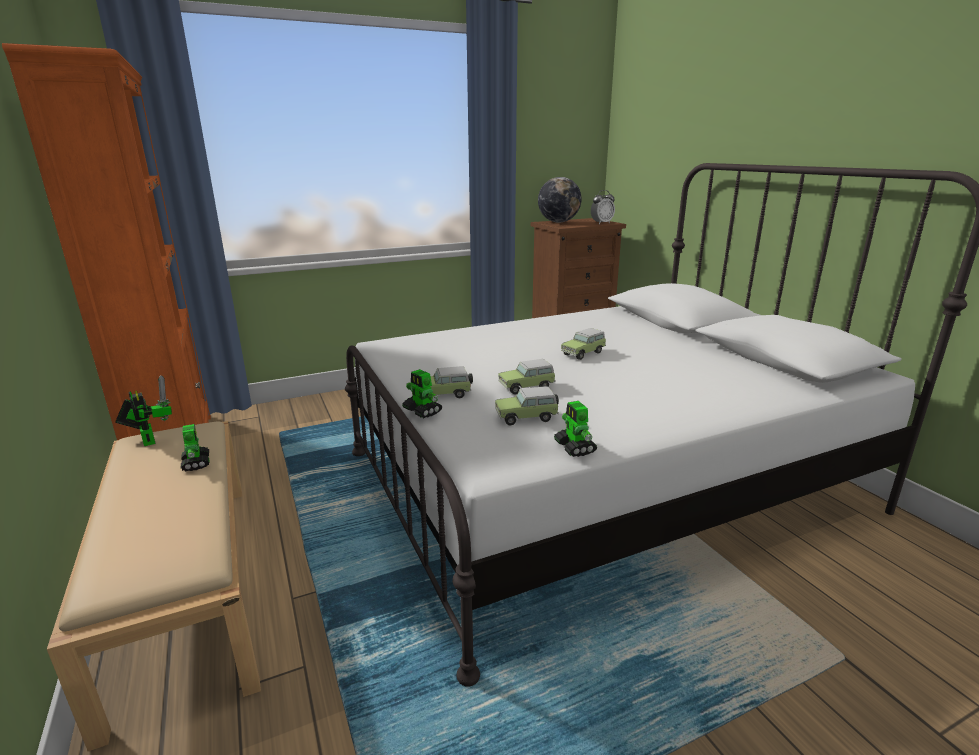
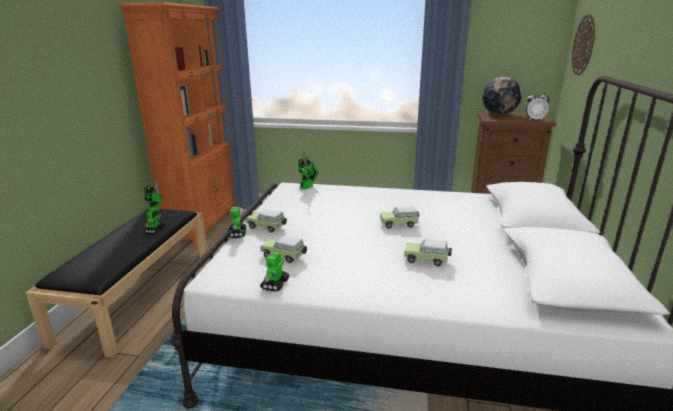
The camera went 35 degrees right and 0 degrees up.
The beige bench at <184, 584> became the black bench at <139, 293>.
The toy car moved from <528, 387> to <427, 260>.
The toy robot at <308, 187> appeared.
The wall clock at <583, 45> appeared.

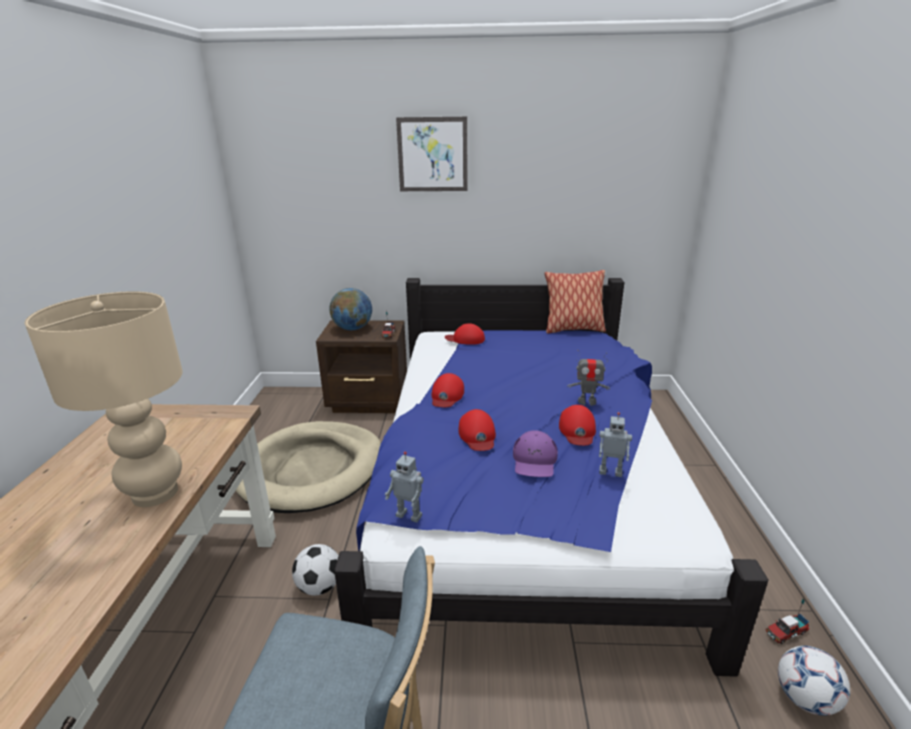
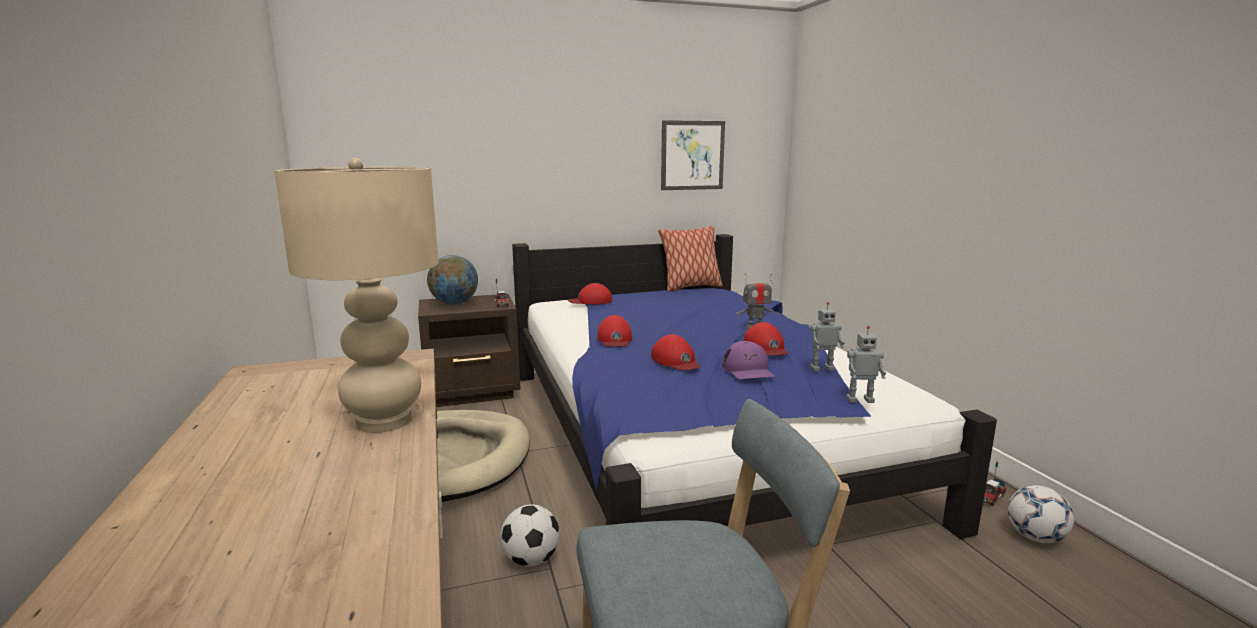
The camera went 20 degrees left and 10 degrees down.
The toy robot moved from <409, 515> to <859, 400>.
The picture moved from <432, 154> to <692, 155>.

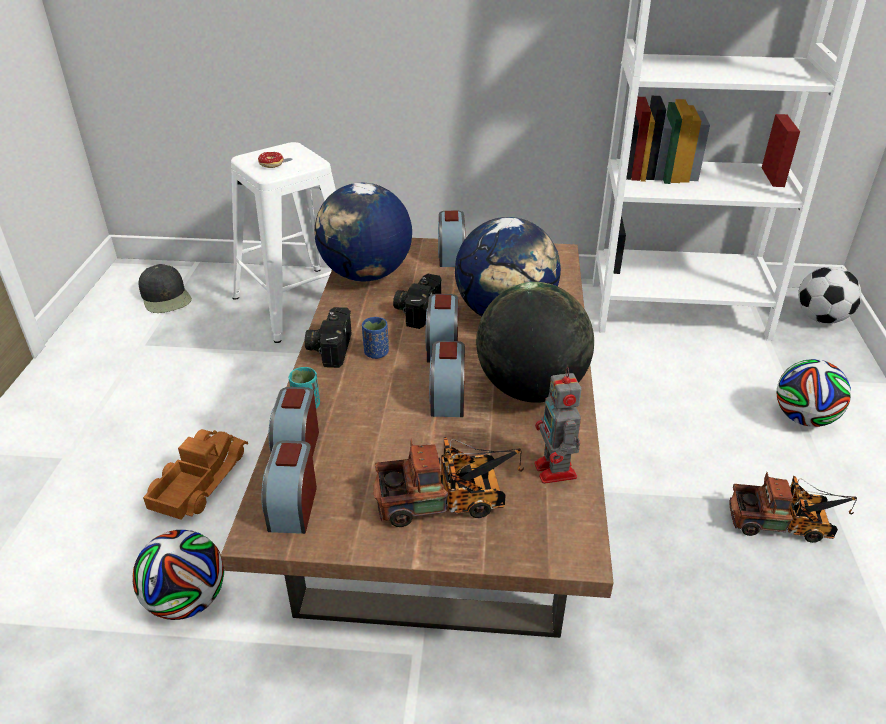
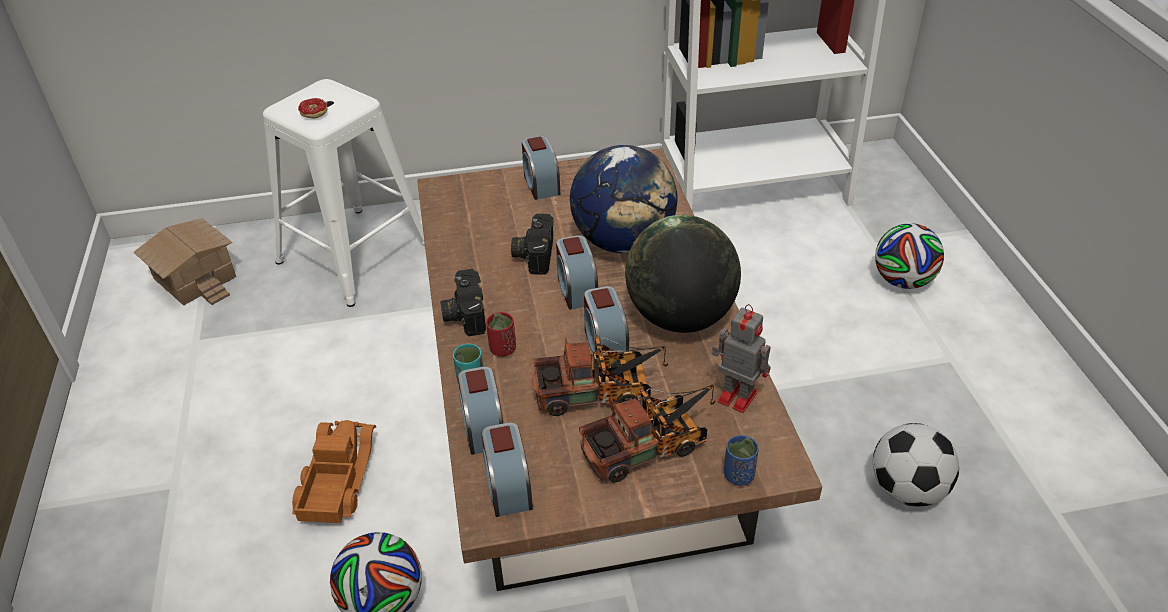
The camera went 15 degrees left and 5 degrees up.
The black cap at <166, 297> was replaced by the toy house at <196, 277>.
The globe at <366, 274> disappeared.
The blue cup moved from <376, 353> to <738, 475>.
The toy robot at <556, 472> turned 150 degrees clockwise.
The toy truck moved from <785, 524> to <600, 393>.
The football moved from <821, 318> to <907, 489>.
The red cup at <502, 349> appeared.

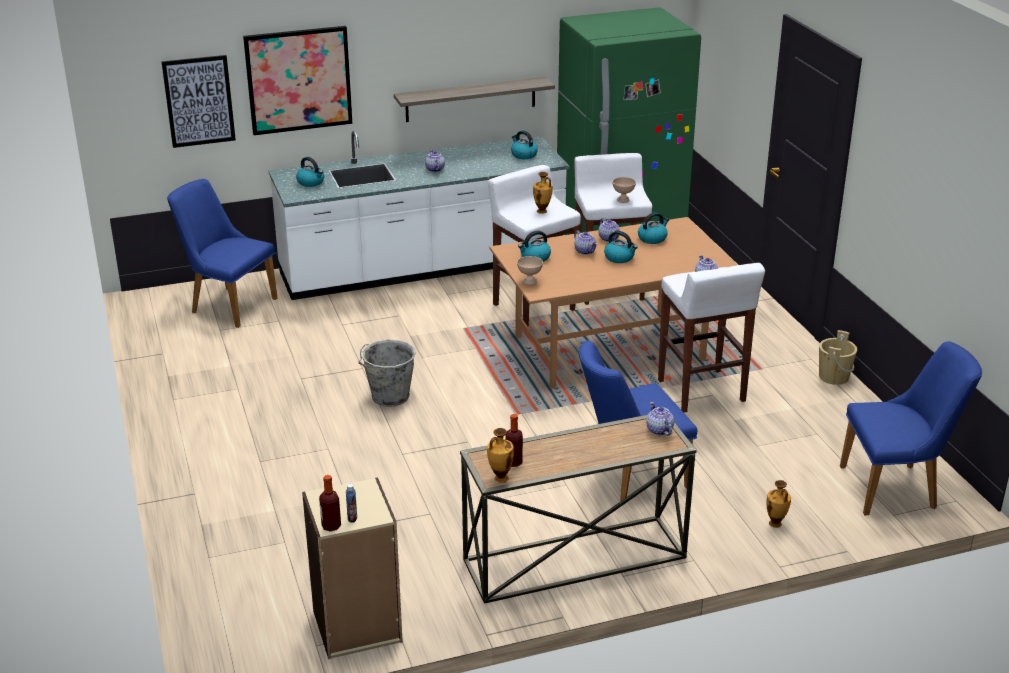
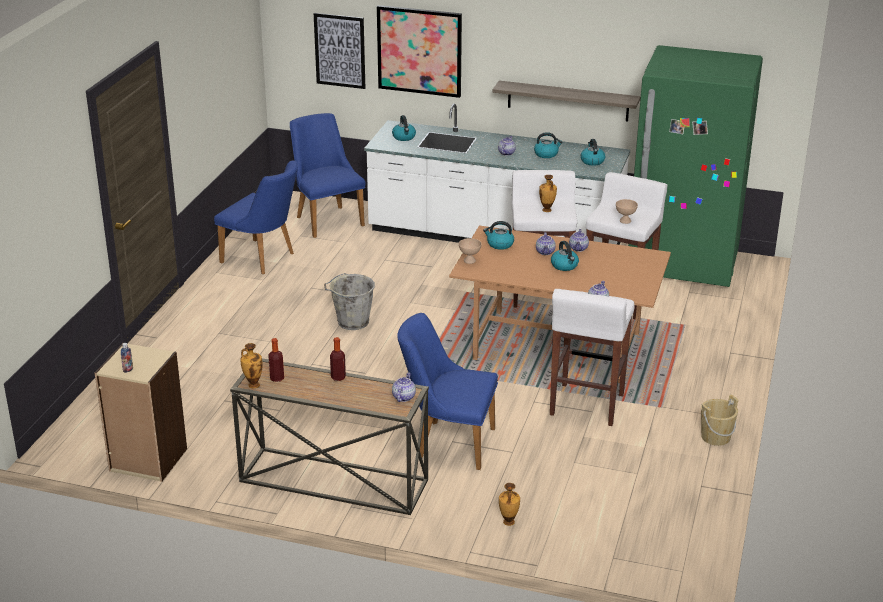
The camera went 35 degrees right and 0 degrees up.
The bottle moved from <331, 526> to <338, 377>.
The kettle moved from <652, 238> to <546, 154>.
The blue chair moved from <898, 488> to <263, 259>.

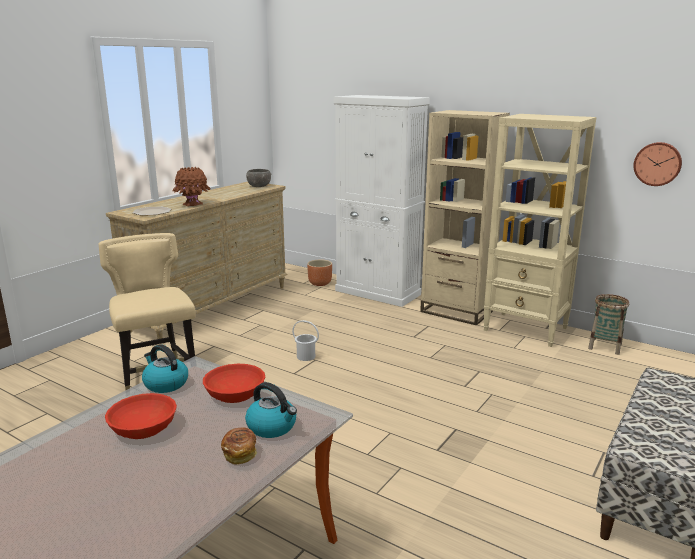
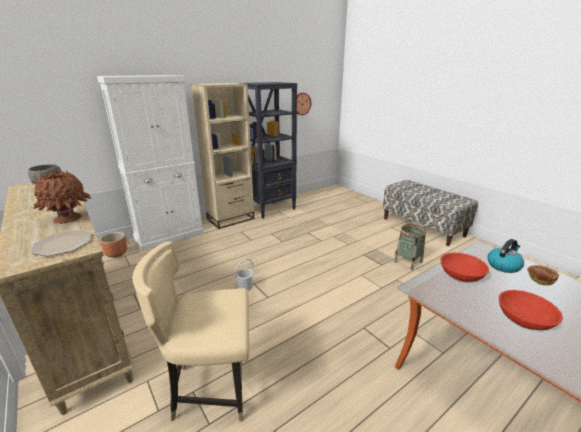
The camera went 70 degrees left and 5 degrees up.
The kettle at <165, 384> disappeared.
The beige bookcase at <526, 329> became the black bookcase at <271, 208>.
The basket moved from <605, 346> to <407, 262>.

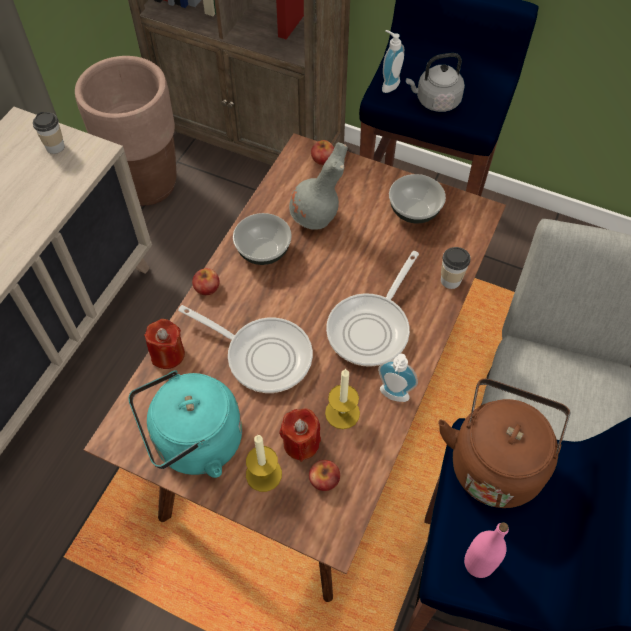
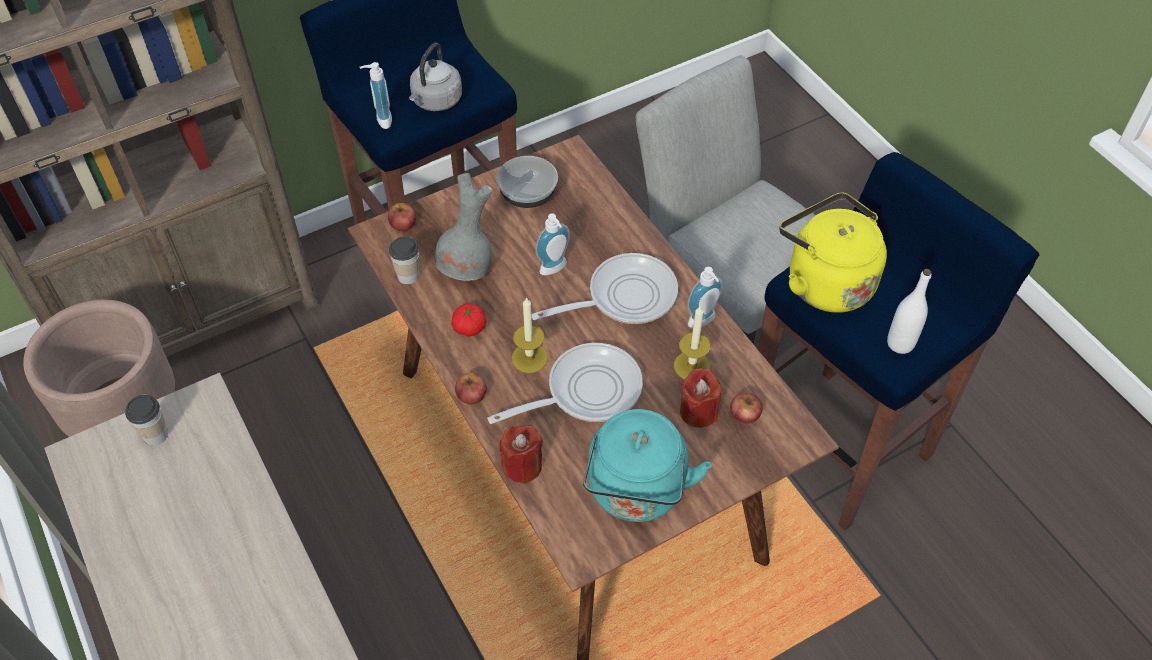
The camera went 55 degrees left and 5 degrees down.
The bowl at <264, 250> was replaced by the tomato at <469, 327>.
The candle moved from <263, 474> to <529, 358>.
The frying pan at <372, 328> turned 90 degrees counterclockwise.
The brown kettle at <496, 461> became the yellow kettle at <825, 281>.
The cup moved from <450, 280> to <408, 275>.
The pink bottle at <478, 563> became the white bottle at <900, 343>.
The soap dispenser at <555, 270> appeared.

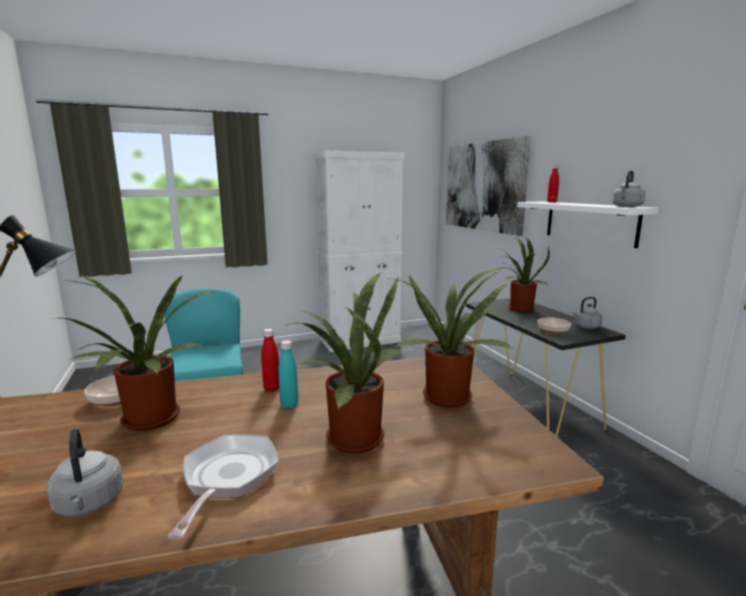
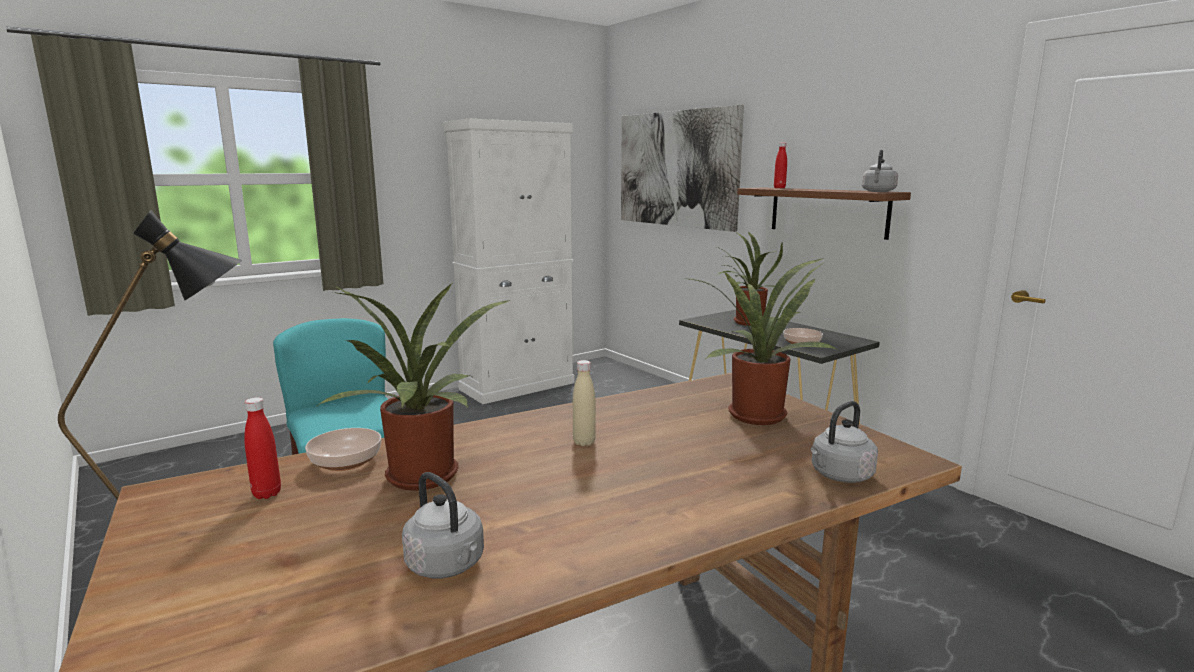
The camera went 15 degrees left and 0 degrees up.
The frying pan at <228, 478> disappeared.
The red bottle moved from <272, 388> to <267, 494>.
The turquoise bottle at <289, 405> became the beige bottle at <584, 442>.
The potted plant at <350, 436> disappeared.
The white shelf at <590, 222> became the brown shelf at <827, 211>.
The grey kettle moved from <585, 327> to <839, 476>.

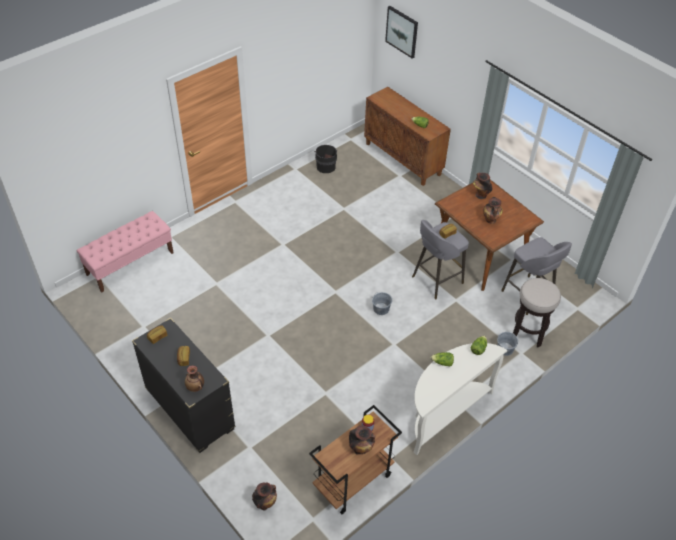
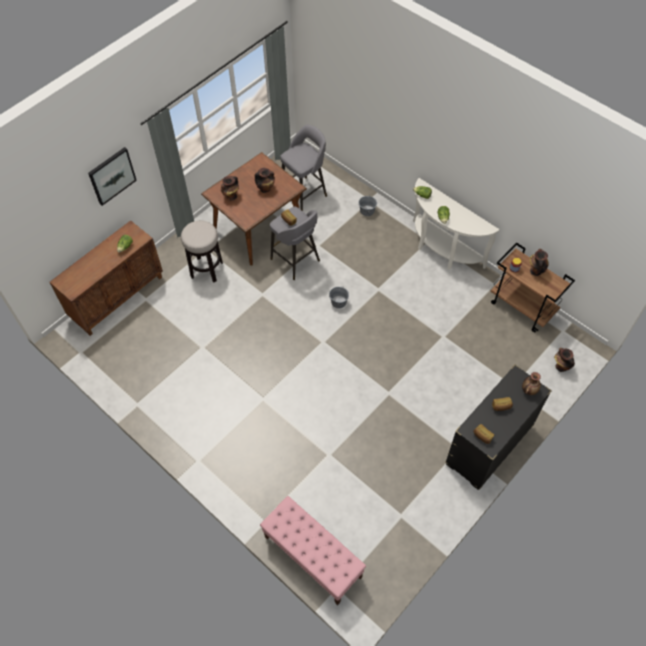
The camera went 95 degrees left and 10 degrees up.
The black bucket at <326, 166> disappeared.
The picture moved from <402, 31> to <112, 175>.
The stool moved from <528, 332> to <206, 270>.

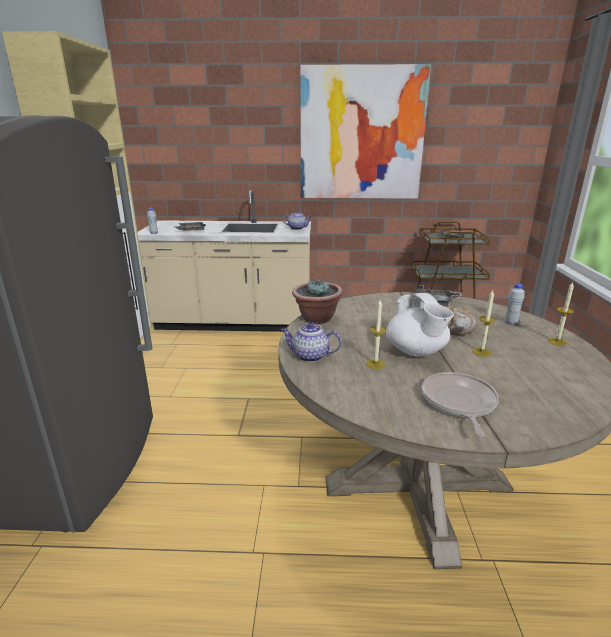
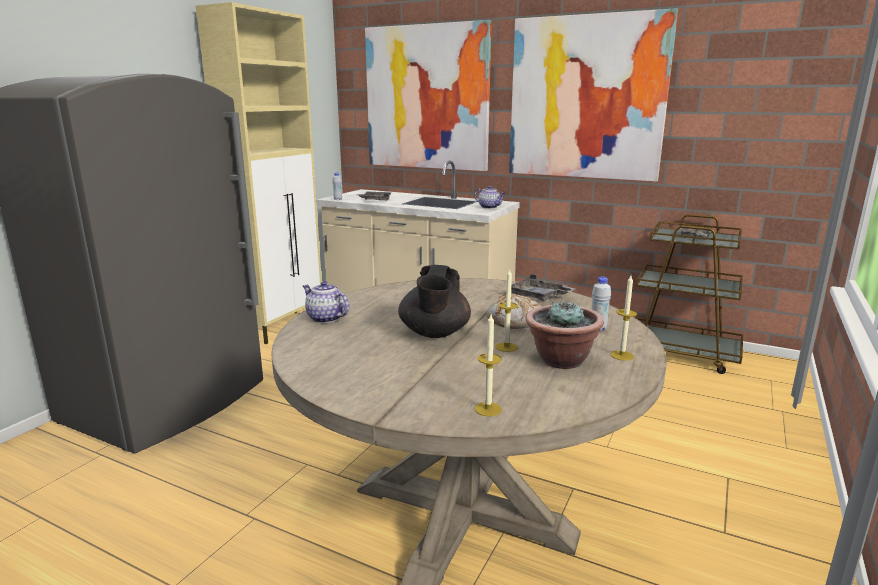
The camera went 25 degrees right and 5 degrees down.
The potted plant moved from <316, 319> to <560, 360>.
The candle moved from <375, 364> to <488, 409>.
The white teapot at <416, 352> became the black teapot at <434, 334>.
The frying pan at <458, 403> disappeared.
The picture at <427, 98> appeared.

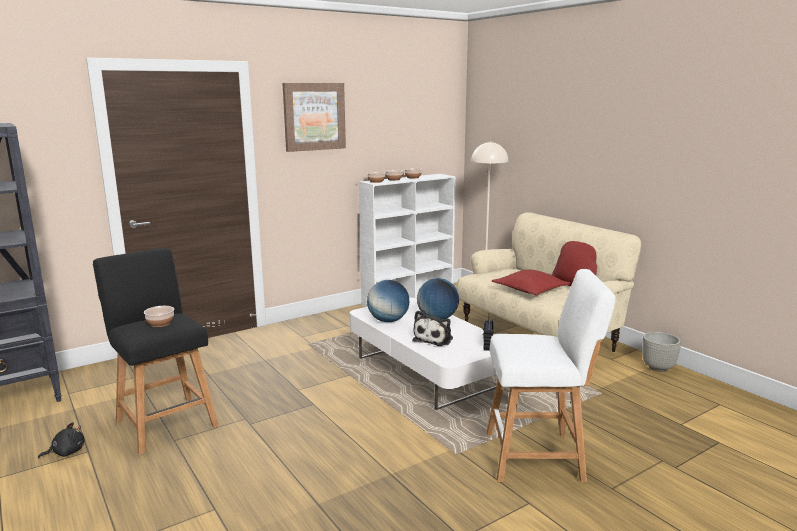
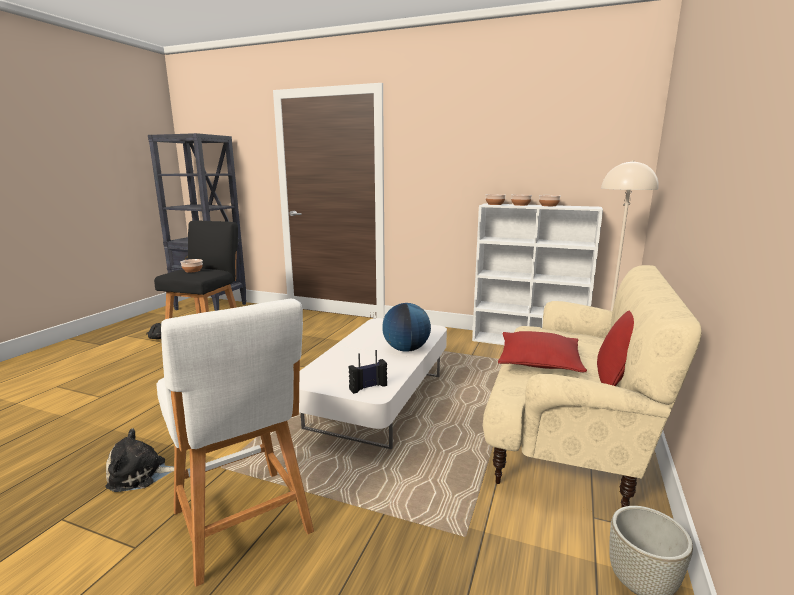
The camera went 55 degrees right and 0 degrees up.
The picture at <314, 116> disappeared.
The globe at <388, 320> disappeared.
The plush toy moved from <434, 339> to <141, 474>.

